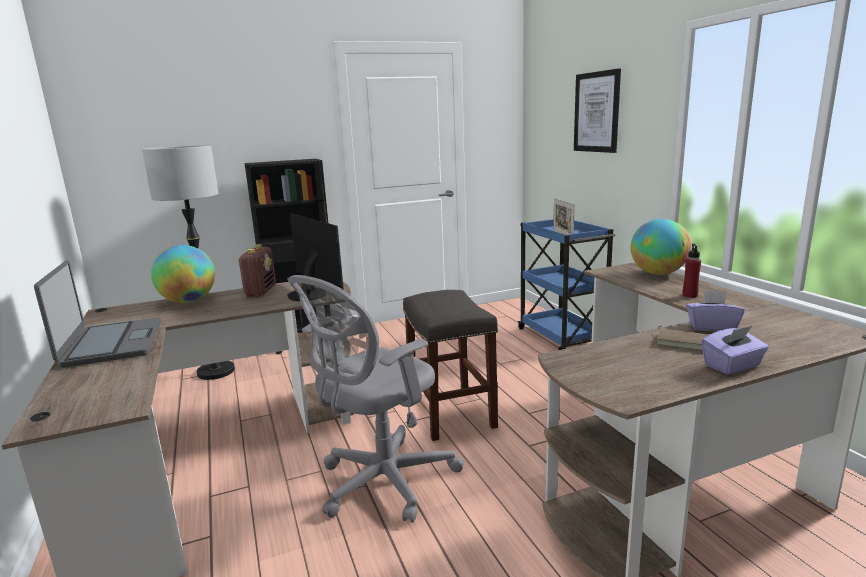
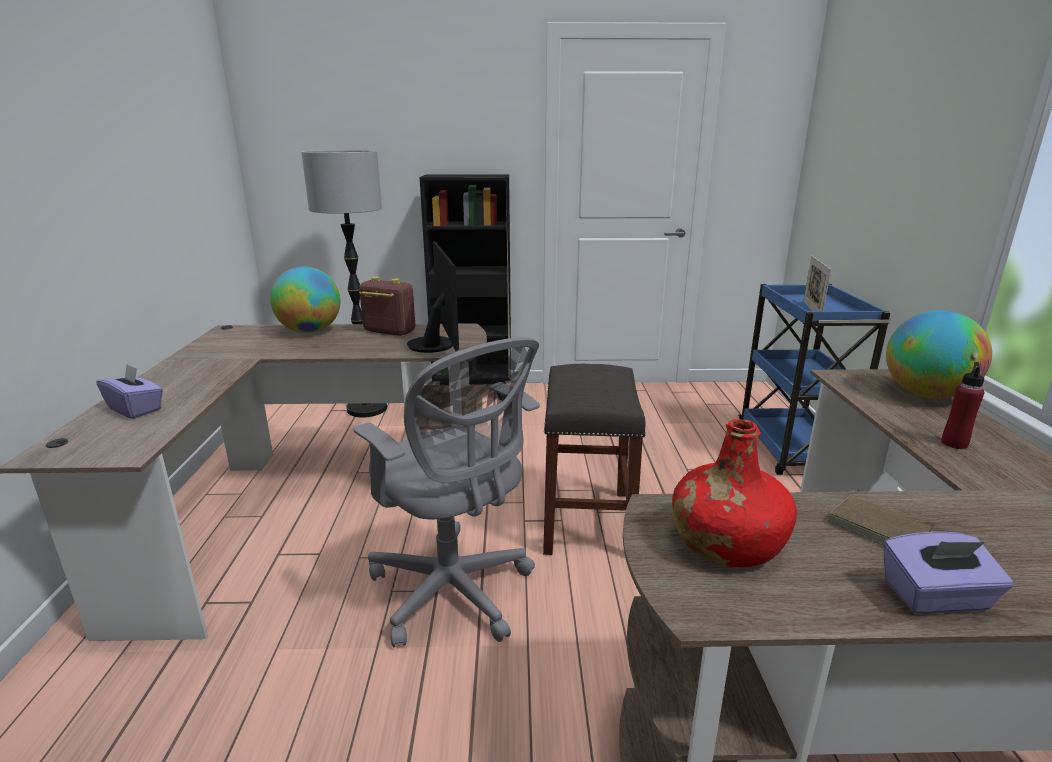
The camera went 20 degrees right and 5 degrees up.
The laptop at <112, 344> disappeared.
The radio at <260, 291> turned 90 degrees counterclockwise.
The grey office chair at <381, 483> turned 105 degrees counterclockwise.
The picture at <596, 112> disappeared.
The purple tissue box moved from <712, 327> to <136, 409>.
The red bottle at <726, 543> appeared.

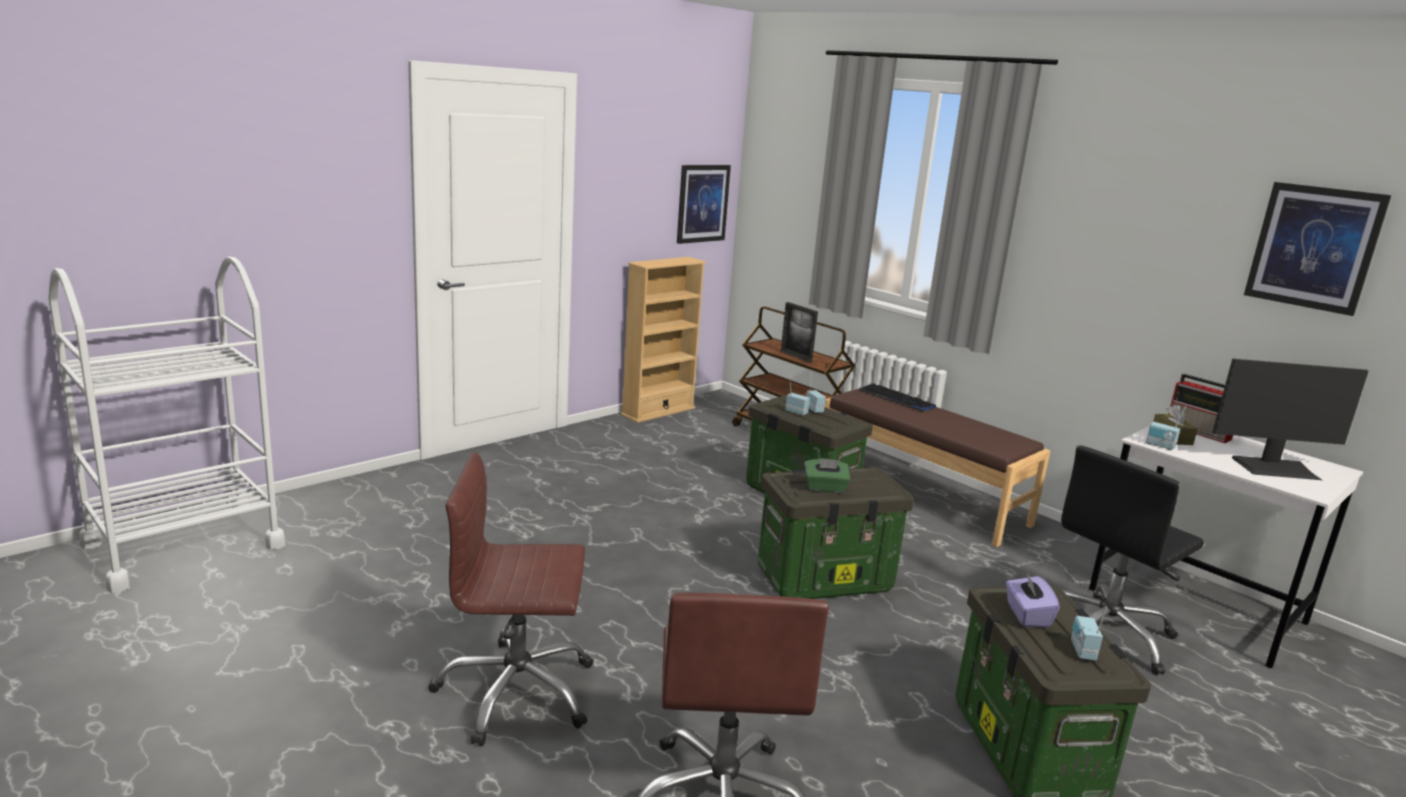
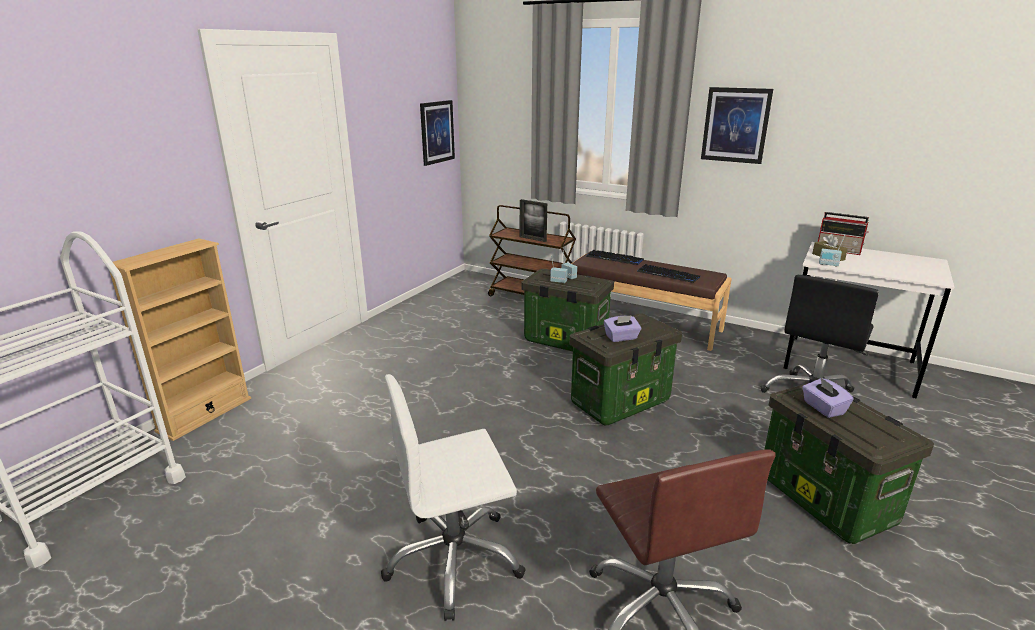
The camera went 15 degrees left and 5 degrees up.
The brown office chair at <516, 692> became the white office chair at <454, 560>.
The beige bookcase moved from <658, 411> to <205, 414>.
The green tissue box at <825, 488> became the purple tissue box at <621, 337>.
The radio at <1081, 651> disappeared.
The monitor at <1275, 468> disappeared.
The picture moved from <1314, 247> to <735, 125>.
The keyboard at <668, 275> appeared.

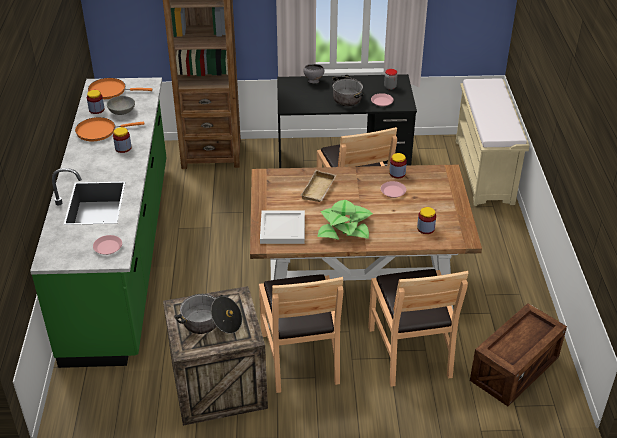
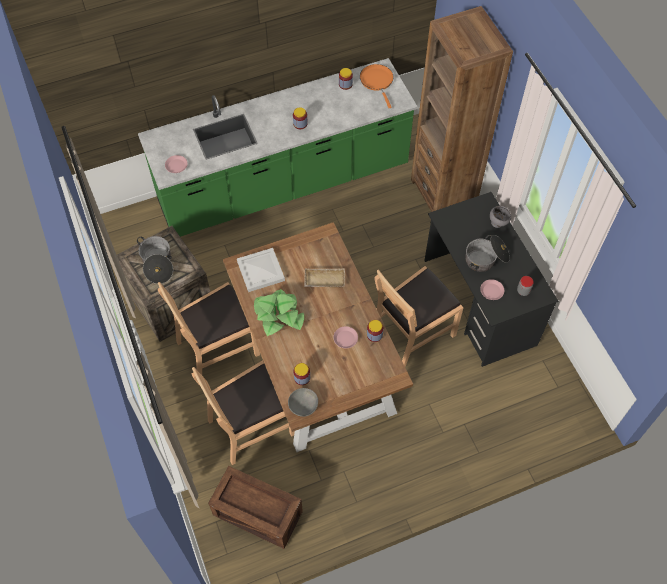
The camera went 70 degrees right and 20 degrees up.
The orange frying pan at <99, 131> disappeared.
The grey bowl moved from <122, 111> to <303, 406>.
The beige bench at <484, 172> disappeared.

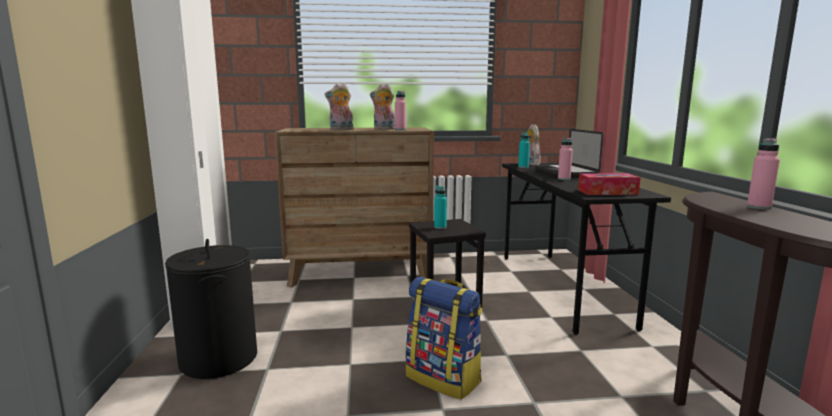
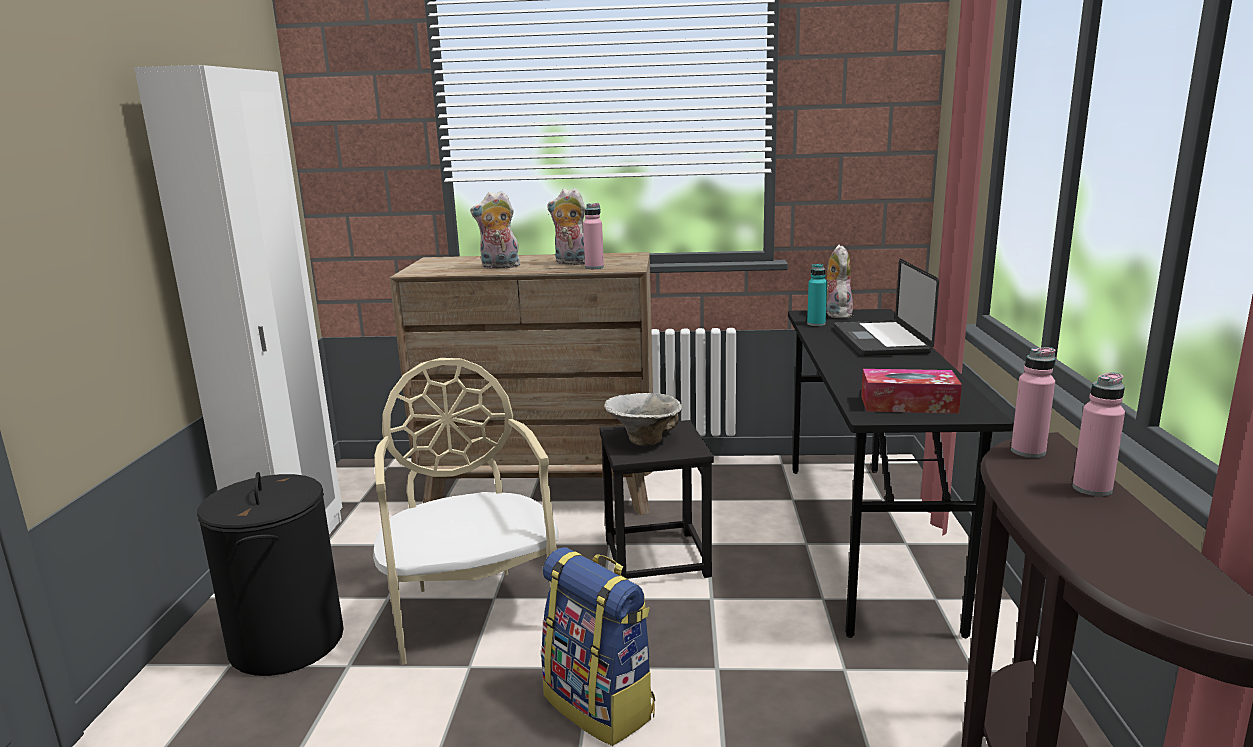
The camera went 10 degrees right and 5 degrees up.
The turquoise bottle at <440, 227> was replaced by the bowl at <644, 440>.
The pink bottle moved from <564, 179> to <1028, 452>.
The beige chair at <473, 610> appeared.

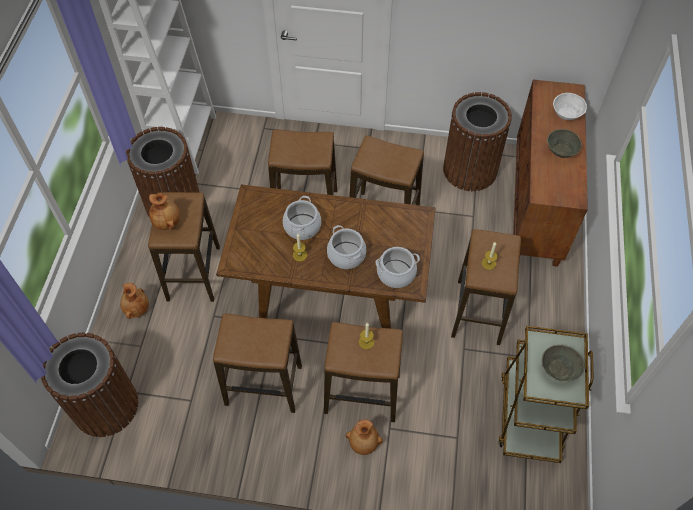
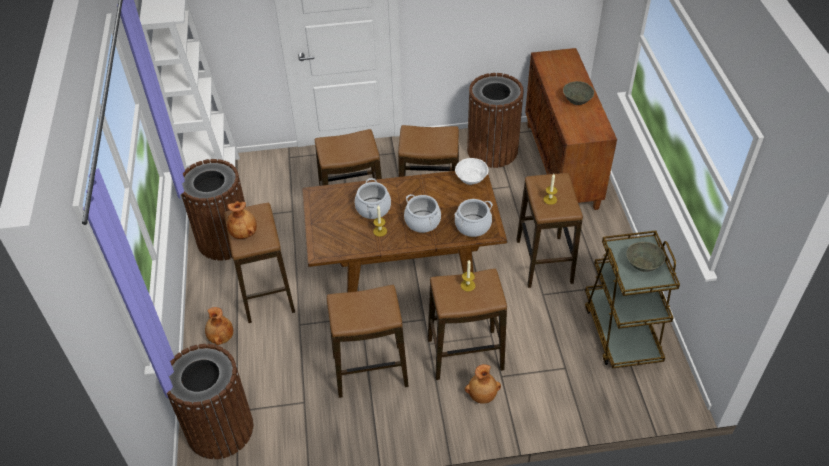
The camera went 15 degrees left and 10 degrees down.
The white bowl moved from <566, 113> to <470, 178>.

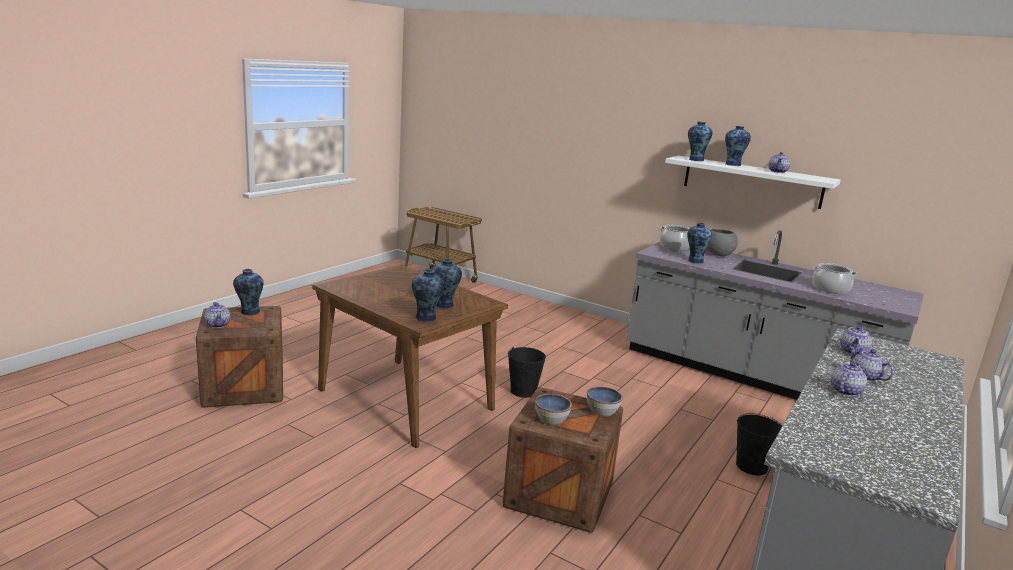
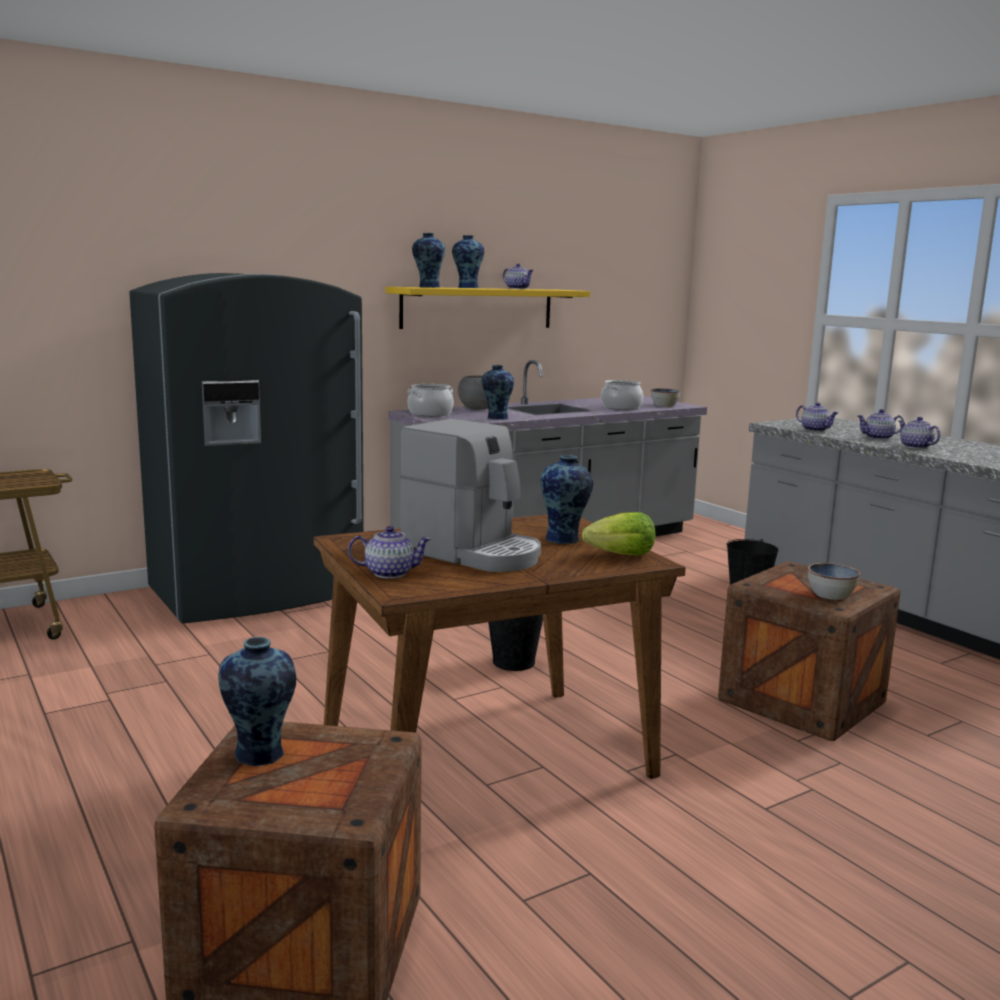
The camera went 65 degrees left and 5 degrees down.
The teapot moved from <218, 324> to <389, 573>.
The vase at <426, 318> was replaced by the lettuce at <622, 555>.
The bowl moved from <602, 411> to <664, 405>.
The white shelf at <752, 181> became the yellow shelf at <478, 308>.
The grey fridge at <258, 593> appeared.
The coffee machine at <474, 553> appeared.

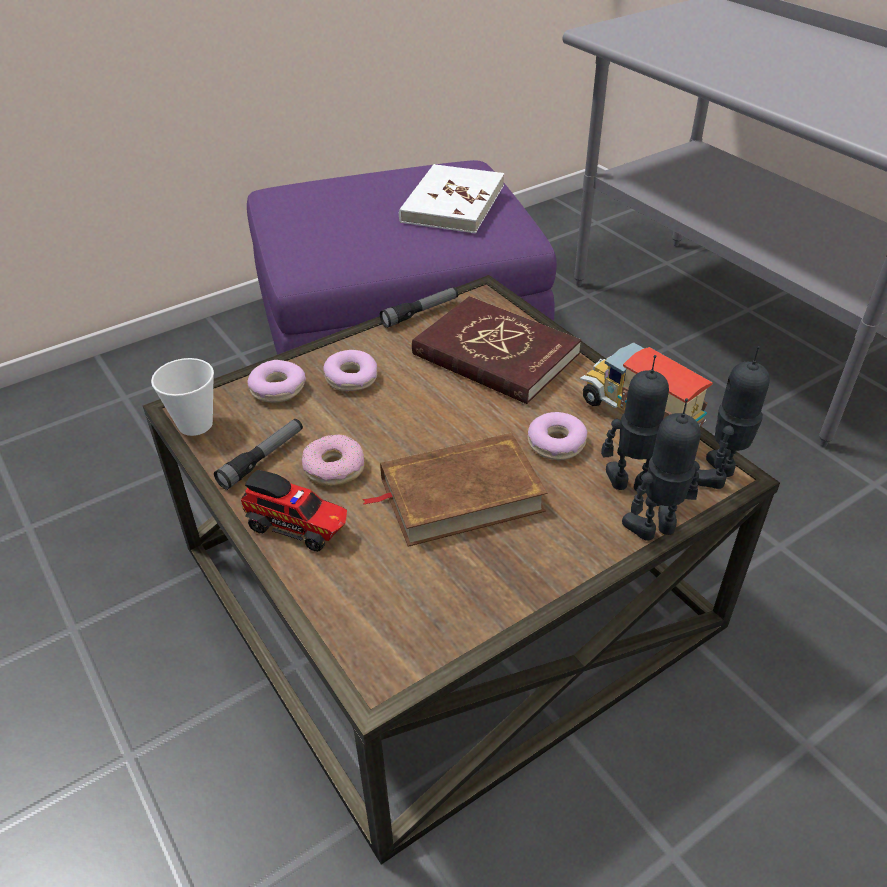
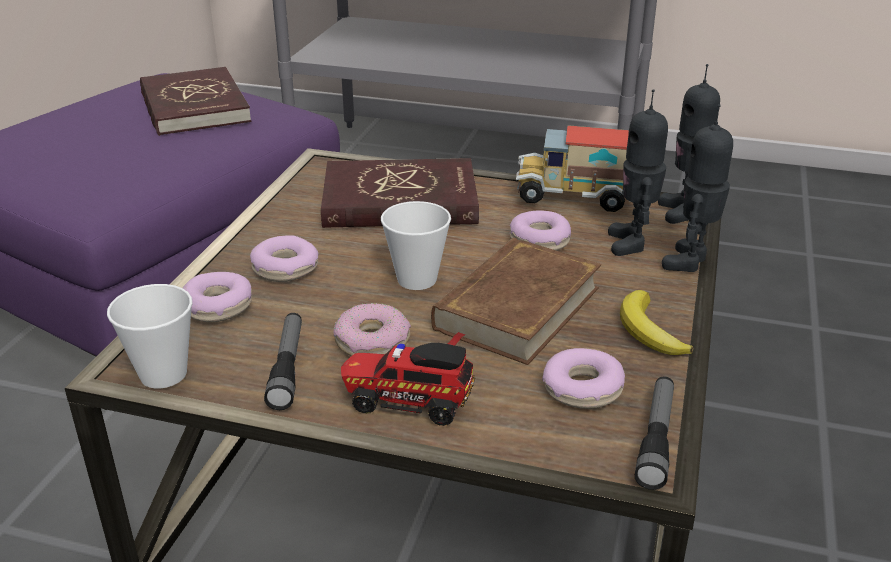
The camera went 40 degrees left and 10 degrees down.
The toy truck at <299, 527> turned 150 degrees counterclockwise.
The flashlight moved from <420, 312> to <656, 439>.
The white book at <452, 203> became the red book at <193, 107>.
The toy robot at <630, 484> turned 60 degrees counterclockwise.
The cup at <417, 279> appeared.
The donut at <582, 389> appeared.
The banana at <649, 330> appeared.

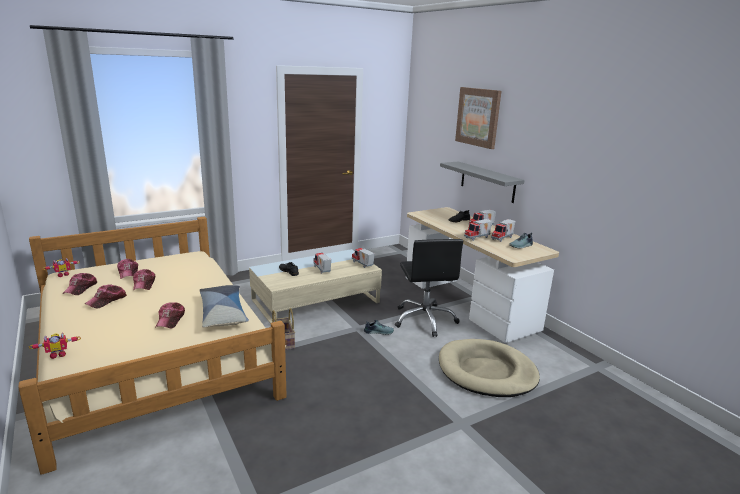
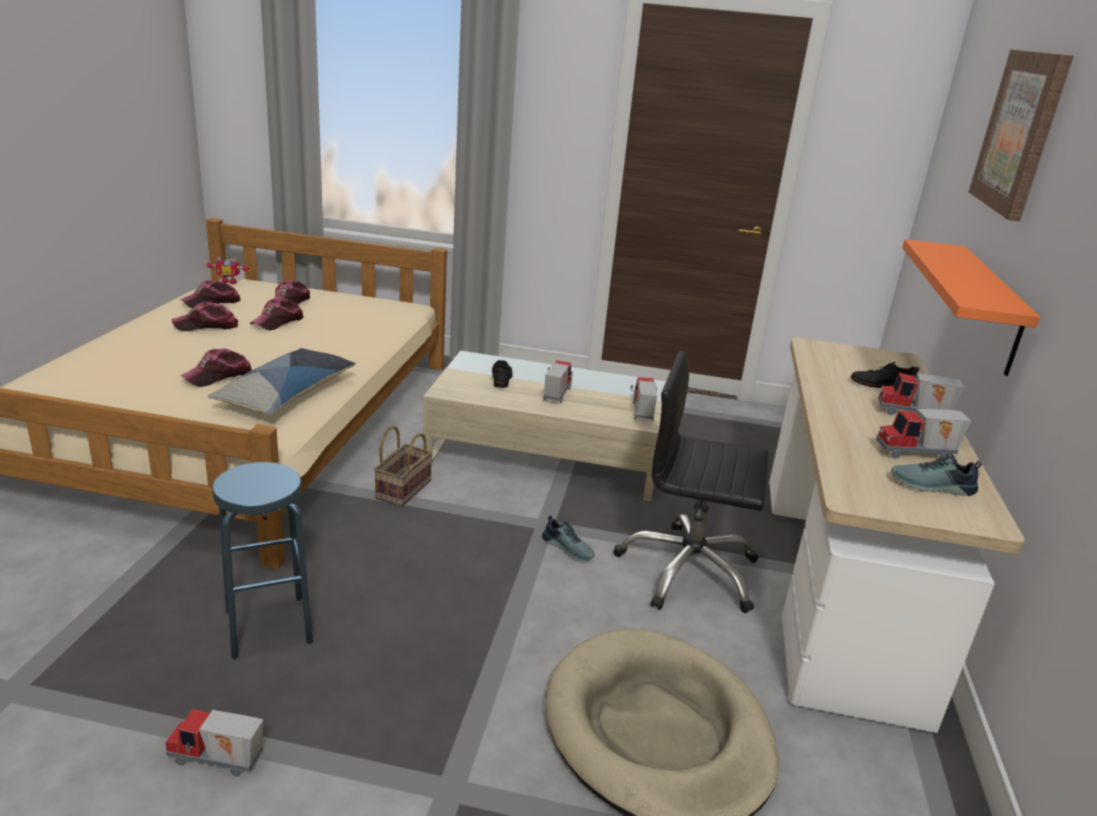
The camera went 40 degrees right and 5 degrees up.
The toy robot at <58, 354> disappeared.
The black office chair at <425, 320> turned 75 degrees clockwise.
The grey shelf at <487, 182> became the orange shelf at <988, 308>.
The toy truck moved from <477, 238> to <216, 761>.
The blue stool at <268, 626> appeared.

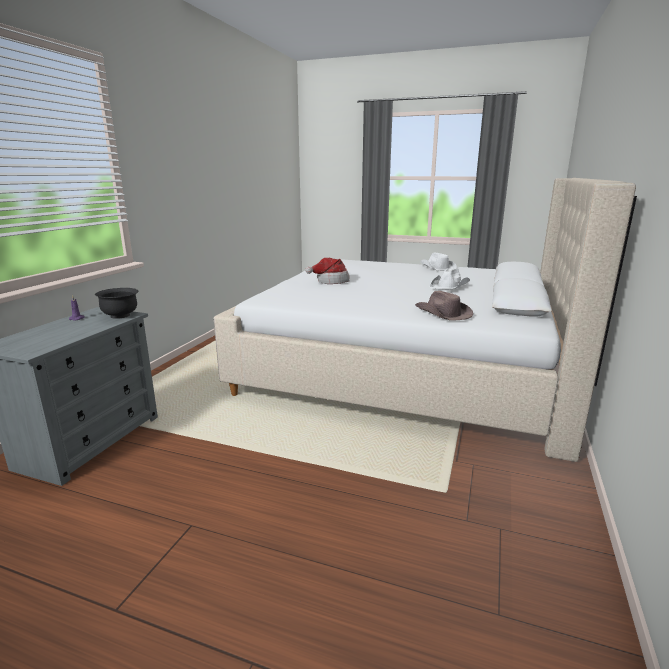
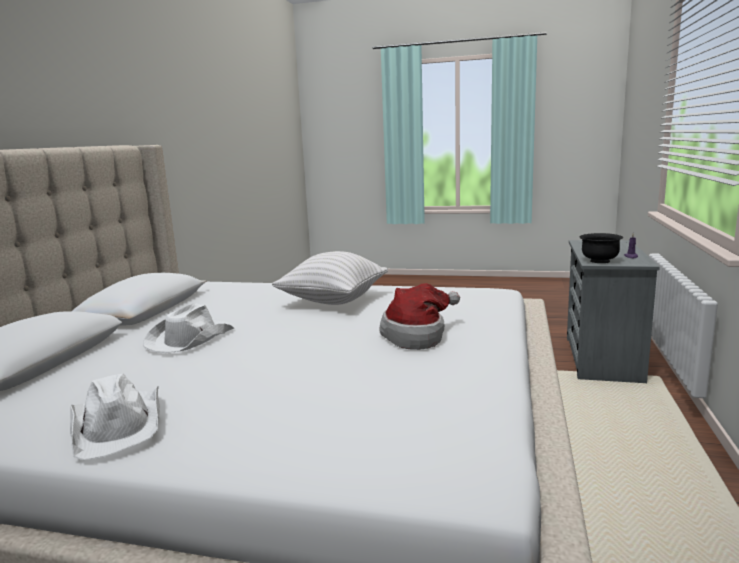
The camera went 175 degrees right and 5 degrees down.
The brown hat at <442, 313> disappeared.
The white pillow at <333, 301> appeared.

